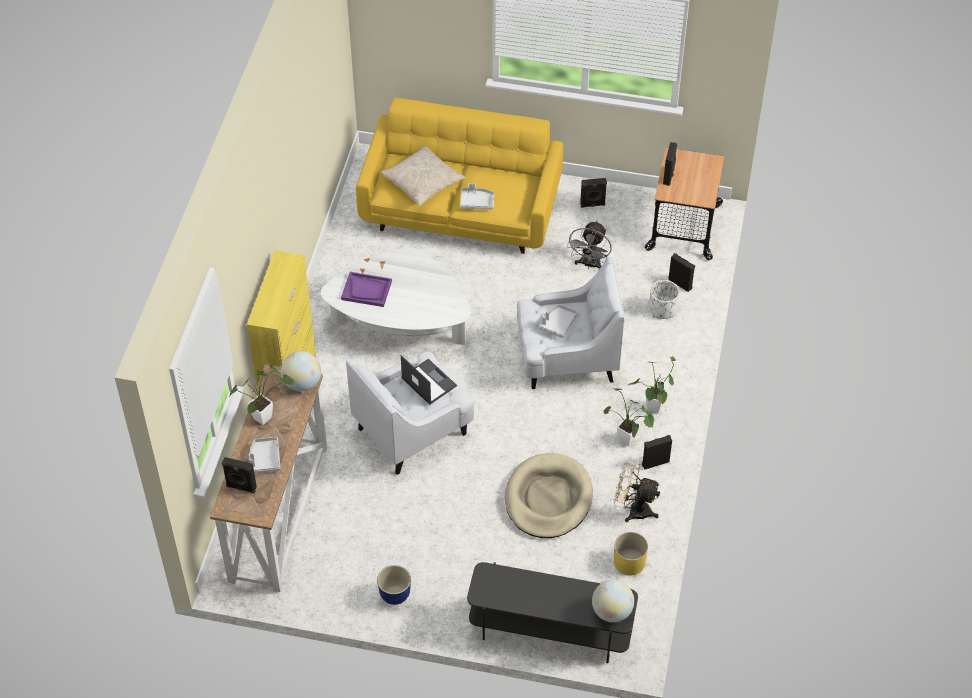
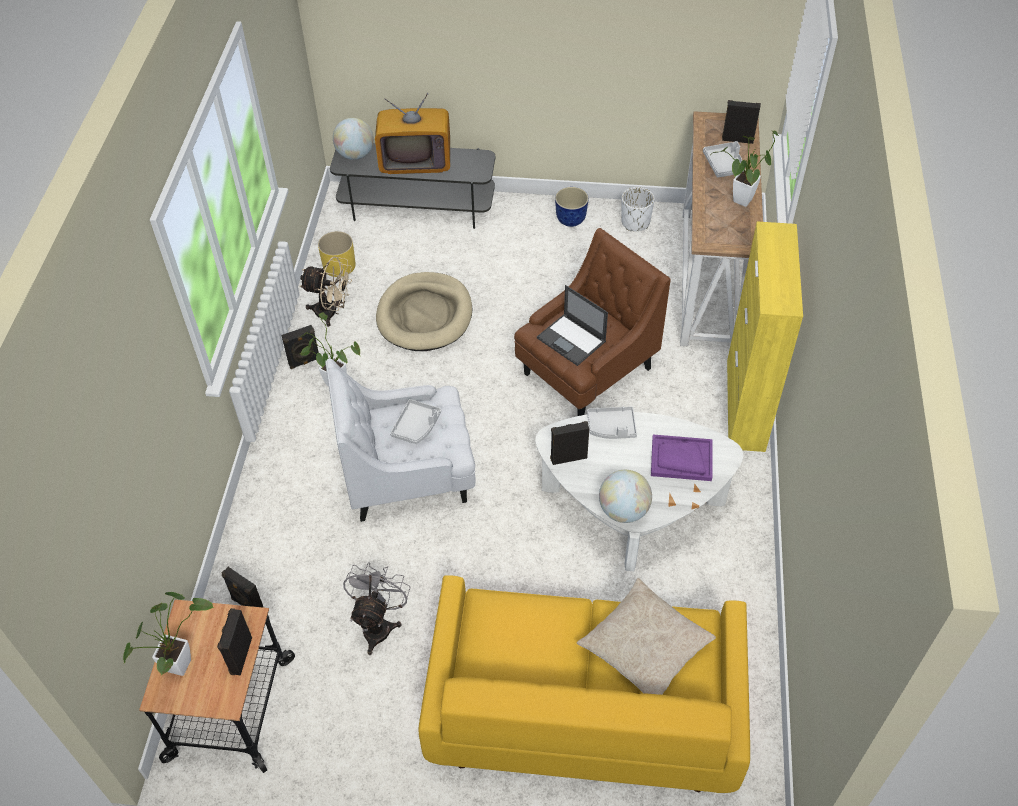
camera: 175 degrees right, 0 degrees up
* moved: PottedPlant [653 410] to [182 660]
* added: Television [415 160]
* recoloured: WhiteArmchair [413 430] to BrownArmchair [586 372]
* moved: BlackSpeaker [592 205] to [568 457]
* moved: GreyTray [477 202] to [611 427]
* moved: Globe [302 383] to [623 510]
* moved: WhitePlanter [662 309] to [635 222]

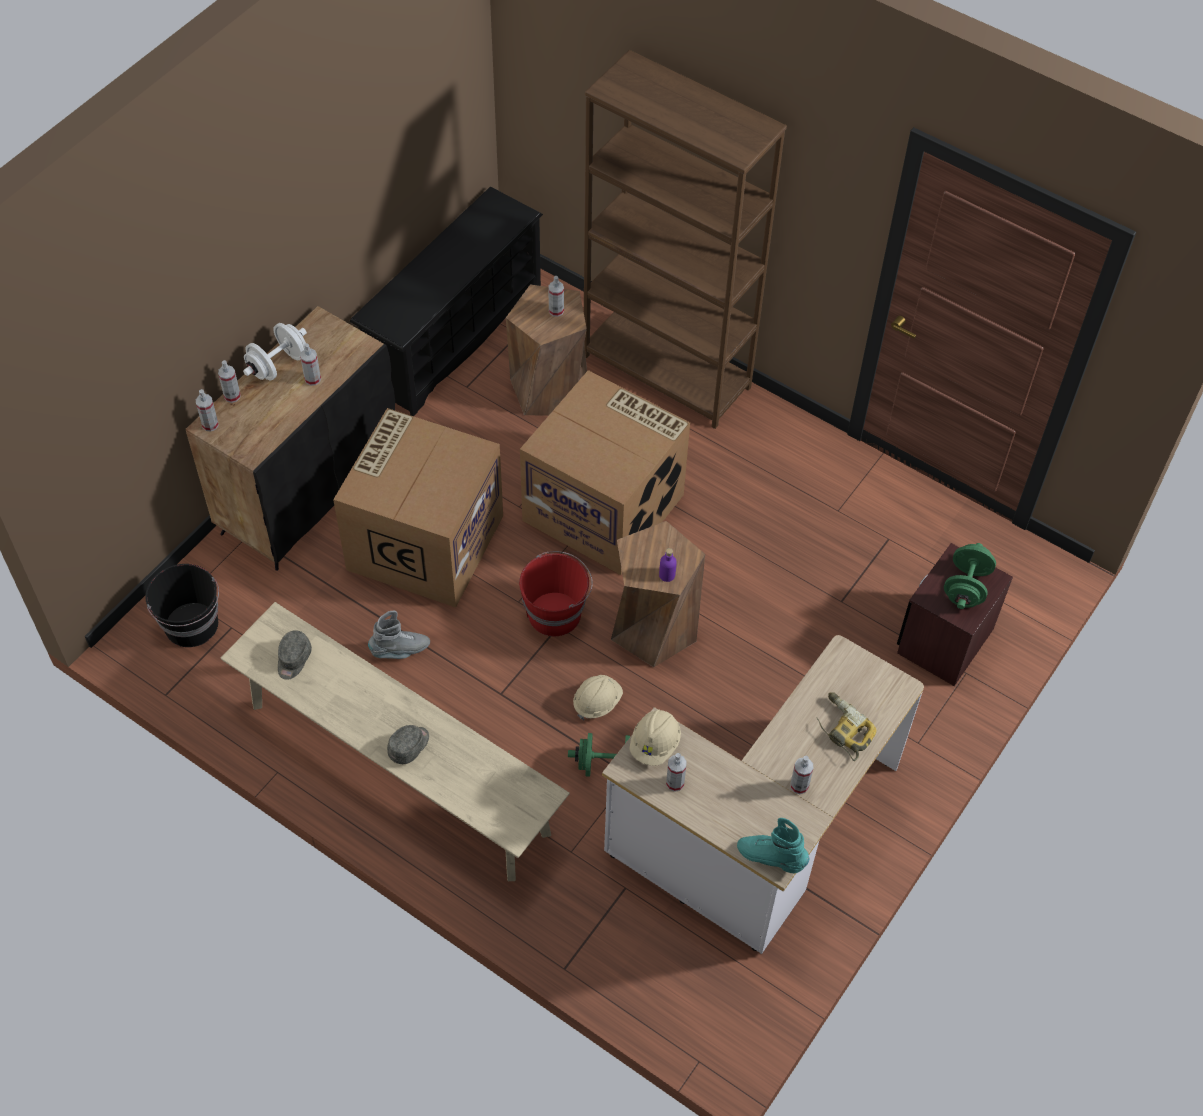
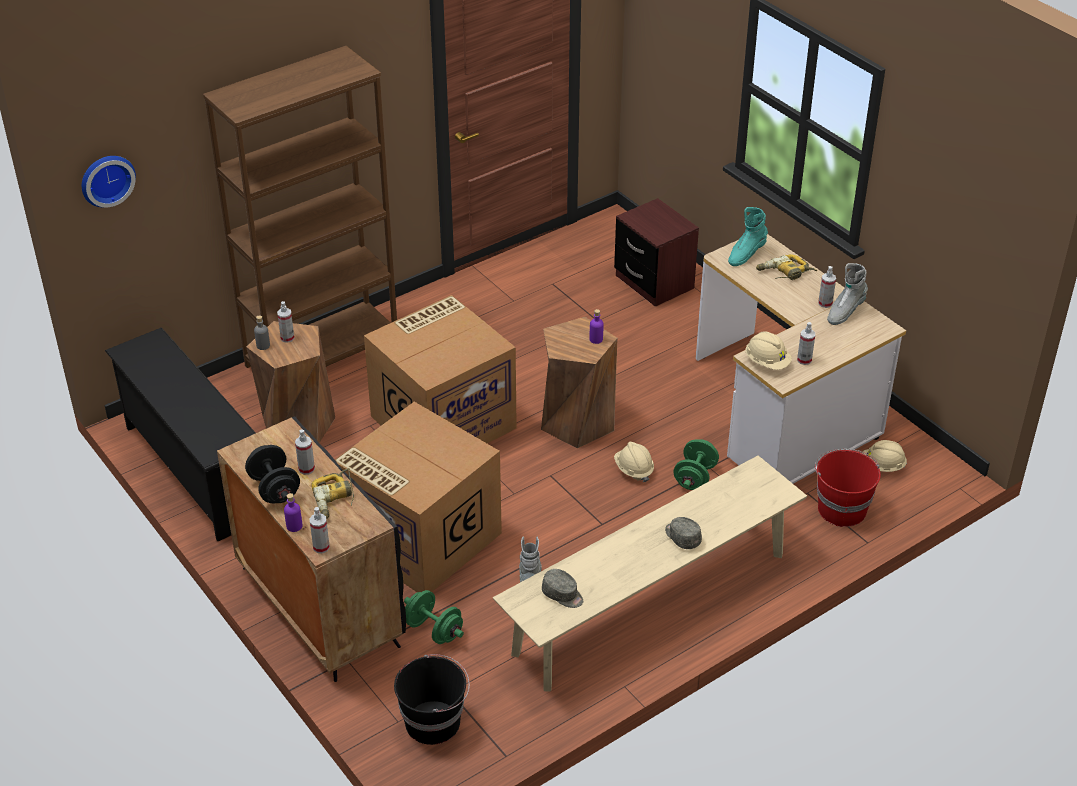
camera: 70 degrees left, 15 degrees down
* added: WallClock [106 179]
* recoloured: WhiteDumbbell [278 365] to BlackDumbbell [274 489]
* added: GreyBottle [263 345]
* replaced: SprayBottle [232 396] to PurpleBottle [294 526]
* added: PowerDrill [335 499]
* moved: GreenDumbbell [966 587] to [434 630]
* moved: TurquoiseBoot [771 857] to [746 254]
* moved: RedBucket [555 613] to [841 508]
* added: GreyBoot [845 312]
* added: BeigeHardHat [882 467]

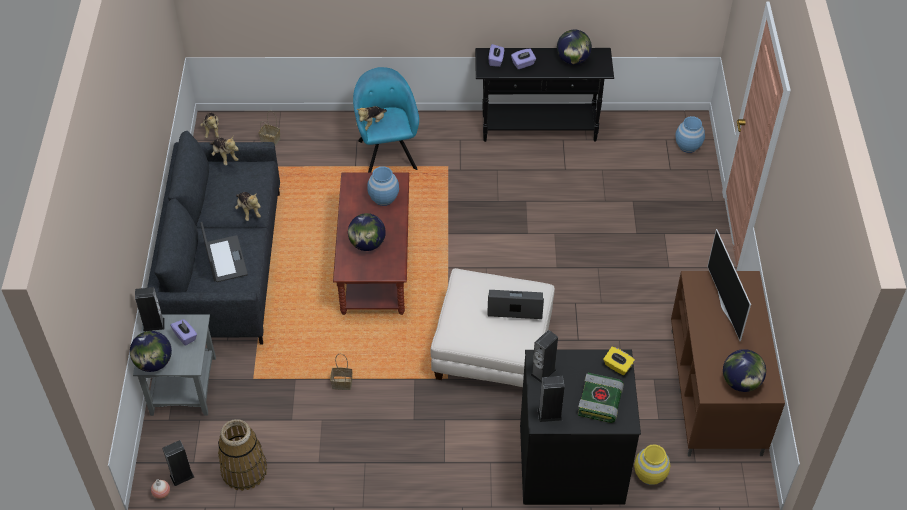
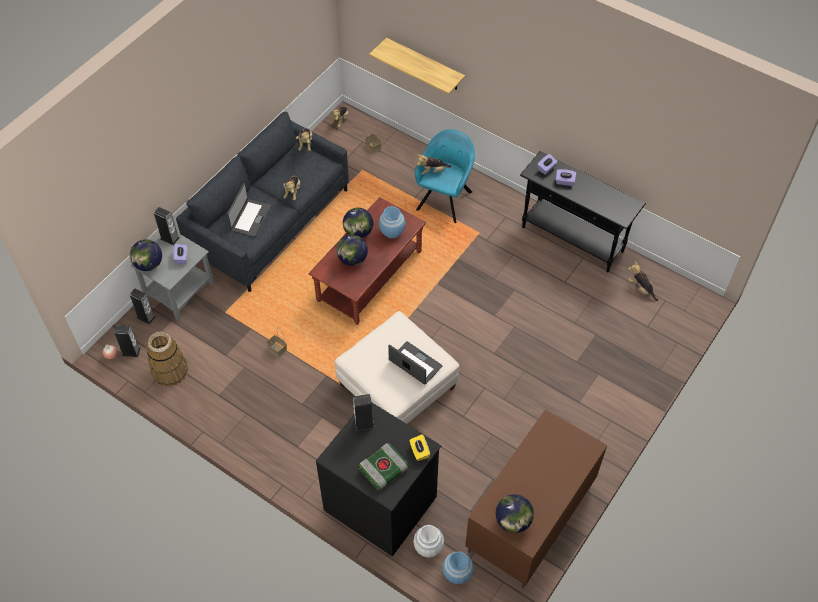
camera: 35 degrees right, 5 degrees up
* moved: Speaker [549 414] to [146 317]
* moved: Globe [572 60] to [358 232]
* added: Shelf [425 64]
* recoloured: YellowVase [650 475] to WhiteVase [428 547]
* moved: BlueVase [687 146] to [457 573]
* added: PlushToy [641 288]
* removed: Television [726 307]

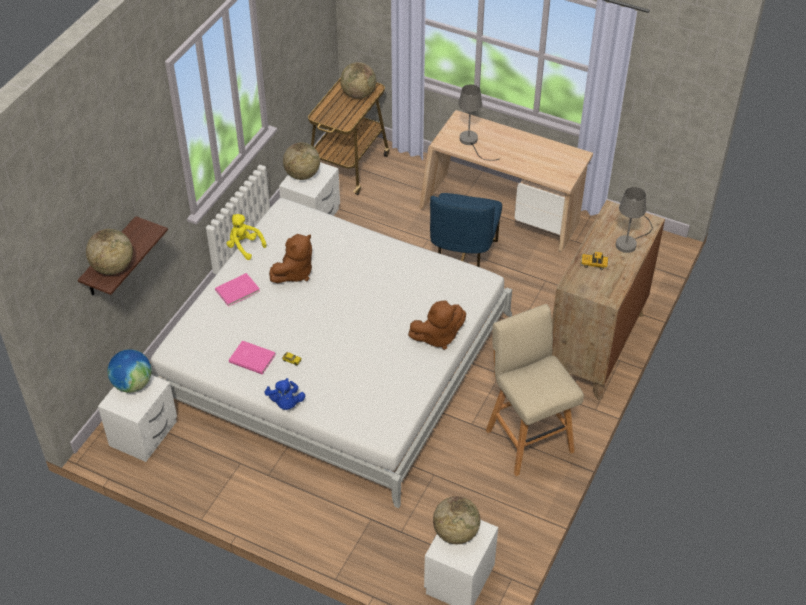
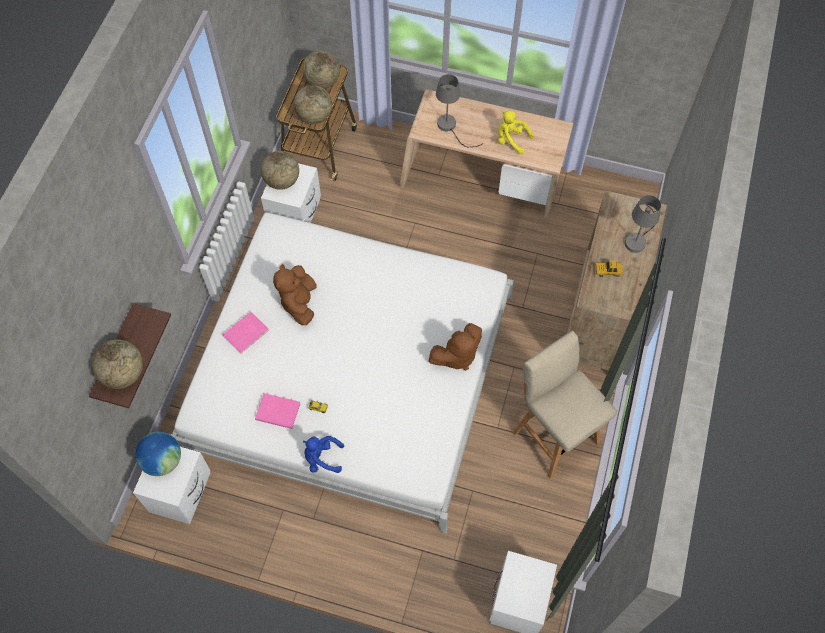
camera: 10 degrees left, 15 degrees up
* turned: BrownPlushToy [294 273] = [299 303] 150 degrees clockwise
* moved: Globe [455 533] to [314 116]
* turned: BluePlushToy [285 403] = [322 458] 120 degrees clockwise
* moved: YellowPlushToy [244 246] to [511 140]
* removed: BlueChair [463 256]

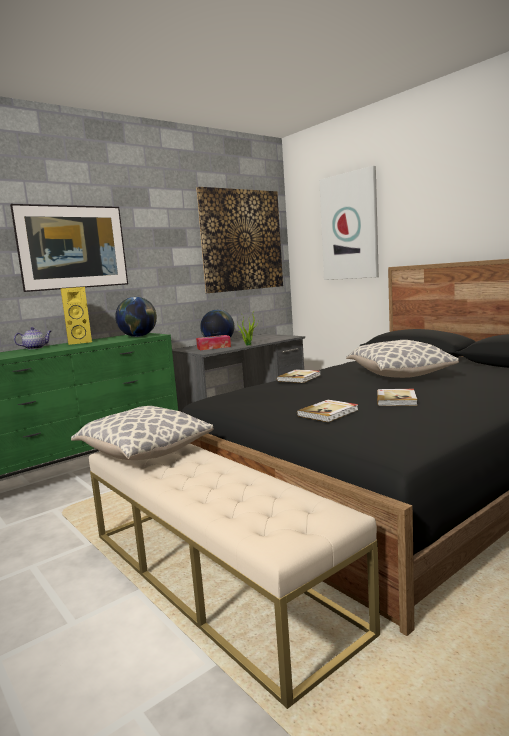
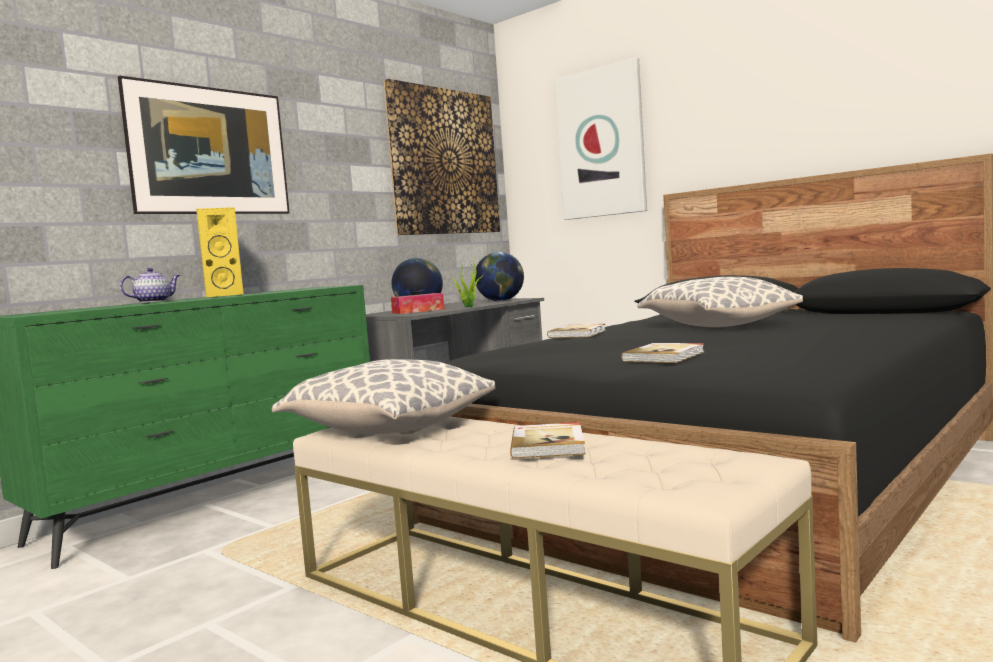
camera: 10 degrees left, 5 degrees down
* moved: Globe [138 336] to [501 301]
* moved: Book [397 399] to [549 444]

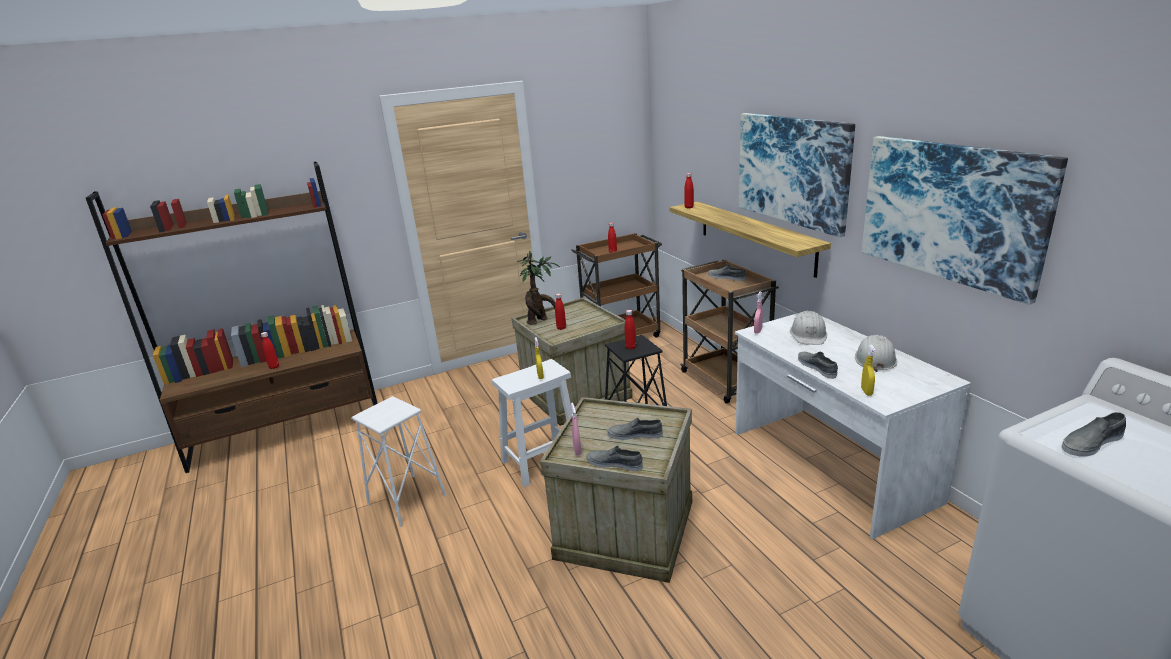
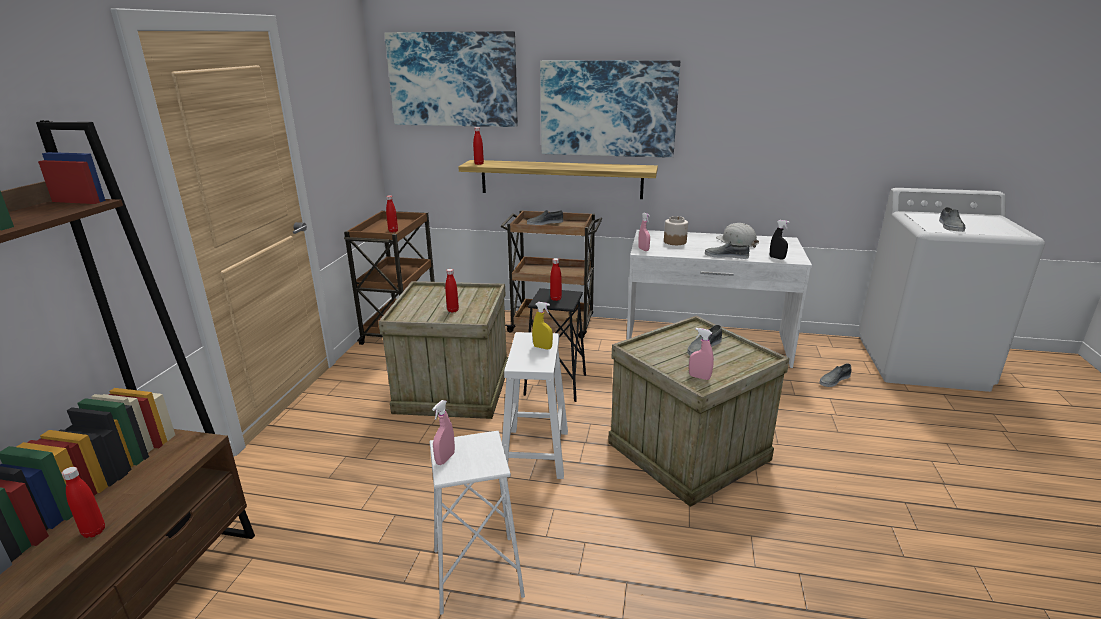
camera: 55 degrees left, 0 degrees up
* moved: Picture [951 212] to [453 79]
* added: PinkSprayBottle [445 459]
* replaced: WhiteHardHat [808 334] to Jar [675 241]
* recoloured: YellowSprayBottle [866 392] to BlackSprayBottle [777 258]
* moved: GreyShoe [614 463] to [834 380]
* removed: PottedPlant [540 320]

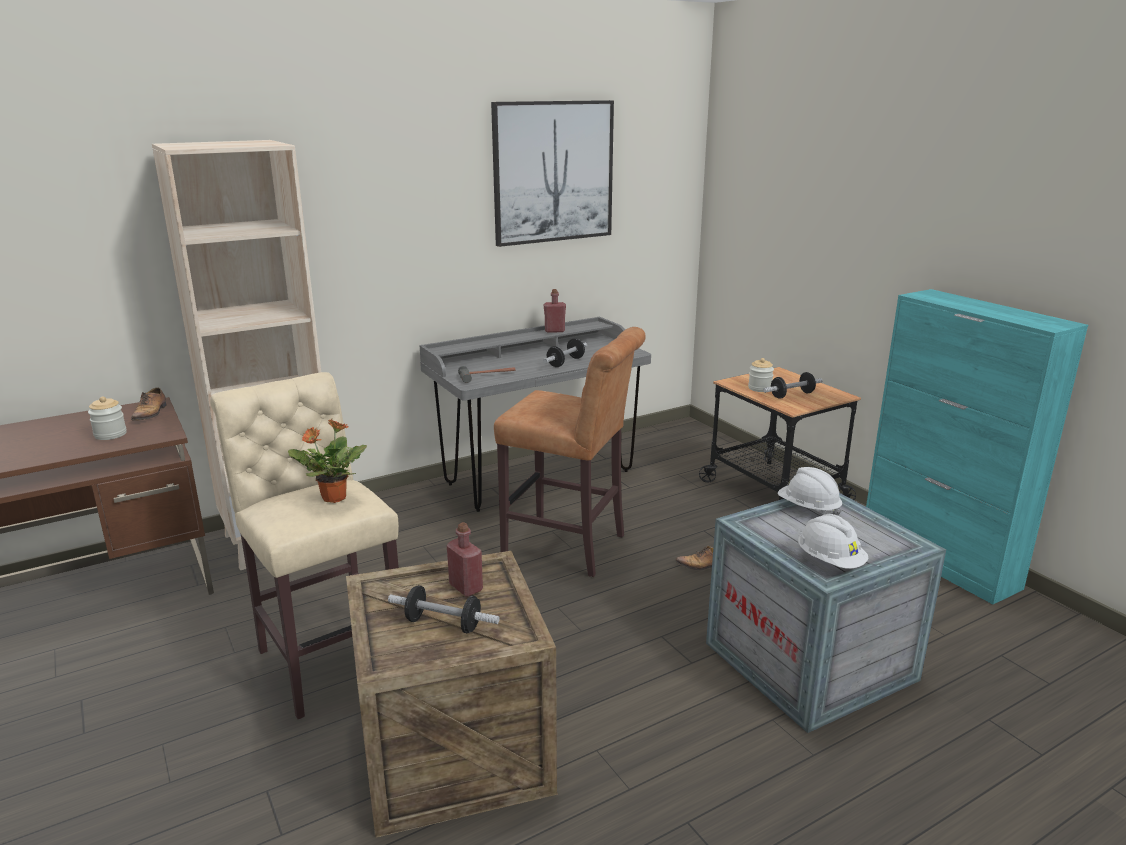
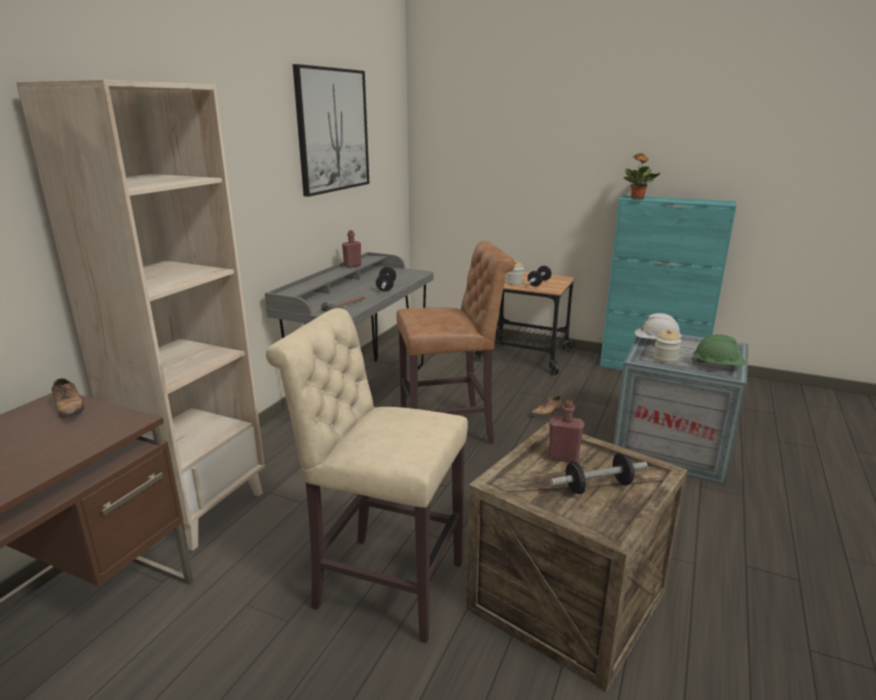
camera: 35 degrees left, 0 degrees up
* moved: PottedPlant [333 498] to [637 198]
* moved: Jar [110 434] to [665 359]
* recoloured: WhiteHardHat [830 561] to GreenHardHat [717 366]

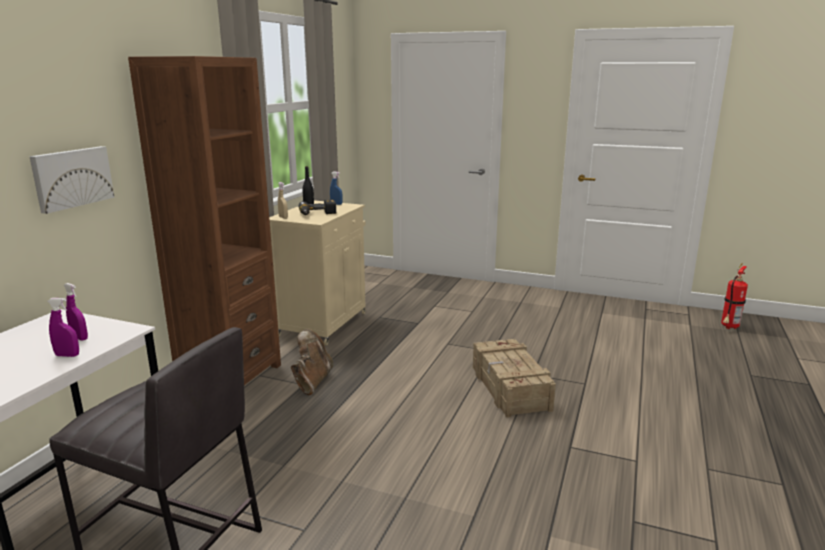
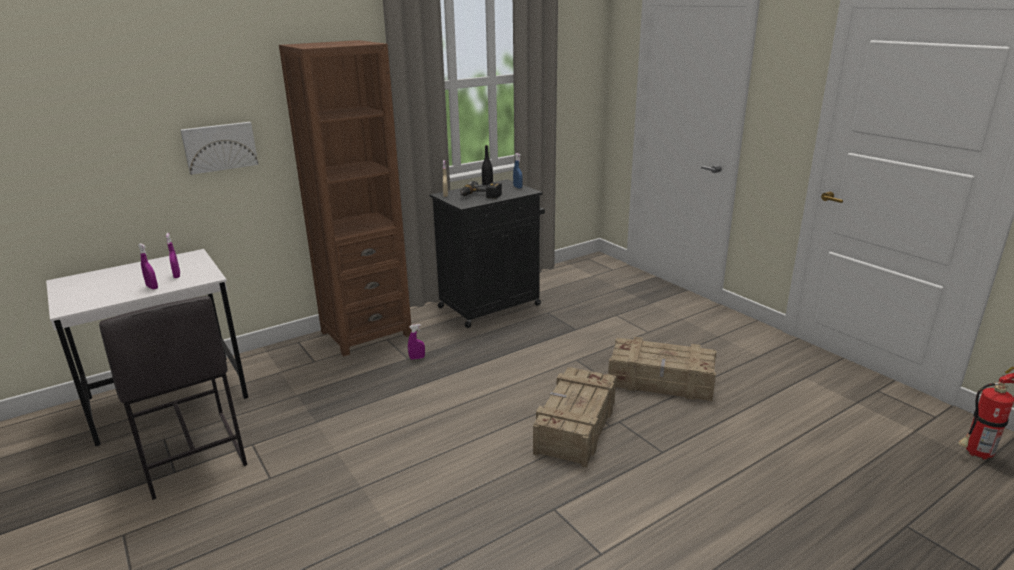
camera: 35 degrees right, 5 degrees up
* replaced: BrownBoot [312 381] to PurpleSprayBottle [417 358]
* recoloured: BeigeCabinet [324 323] to BlackCabinet [491 305]
* added: Crate [661 381]

